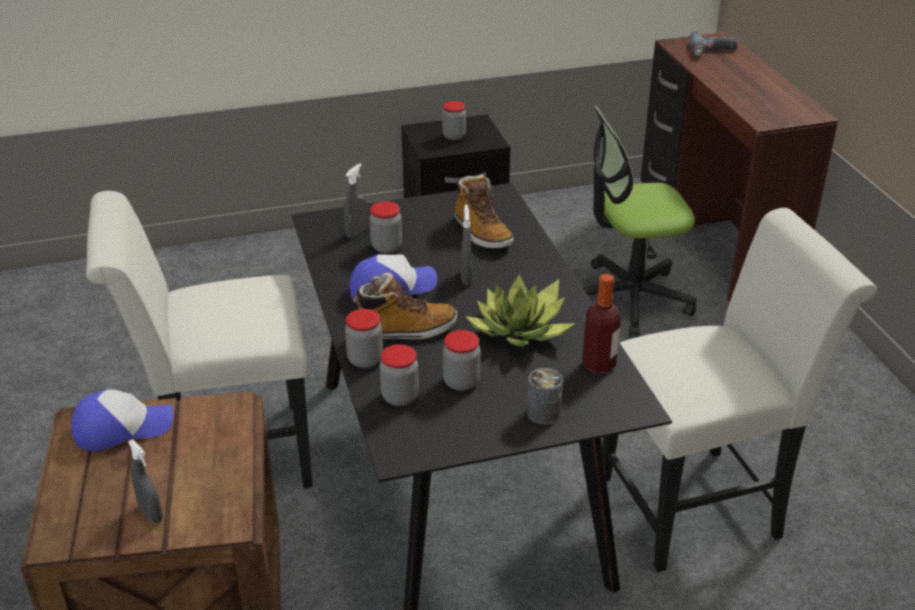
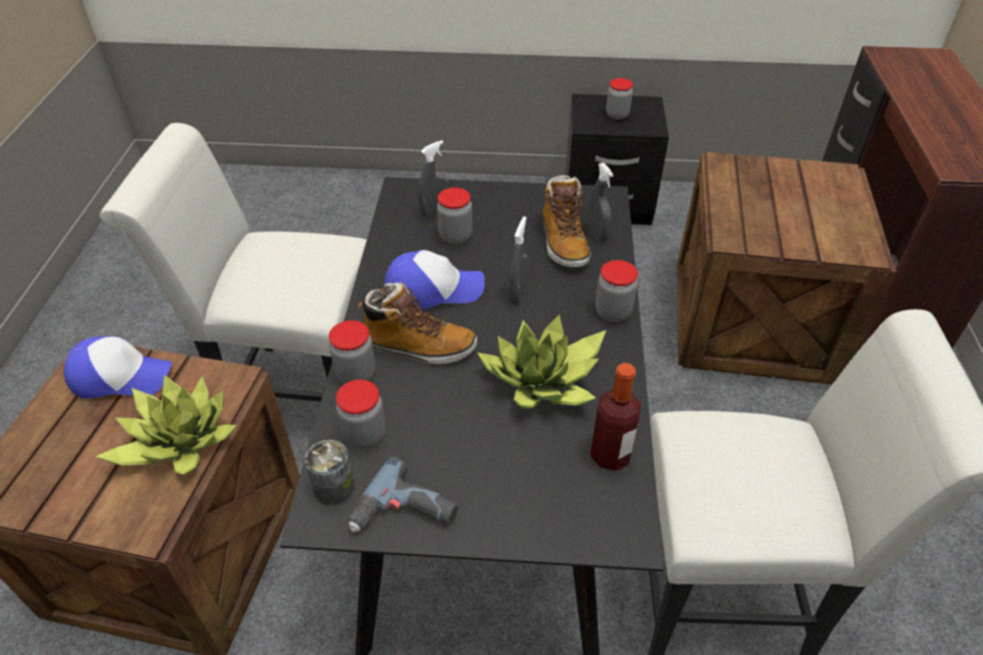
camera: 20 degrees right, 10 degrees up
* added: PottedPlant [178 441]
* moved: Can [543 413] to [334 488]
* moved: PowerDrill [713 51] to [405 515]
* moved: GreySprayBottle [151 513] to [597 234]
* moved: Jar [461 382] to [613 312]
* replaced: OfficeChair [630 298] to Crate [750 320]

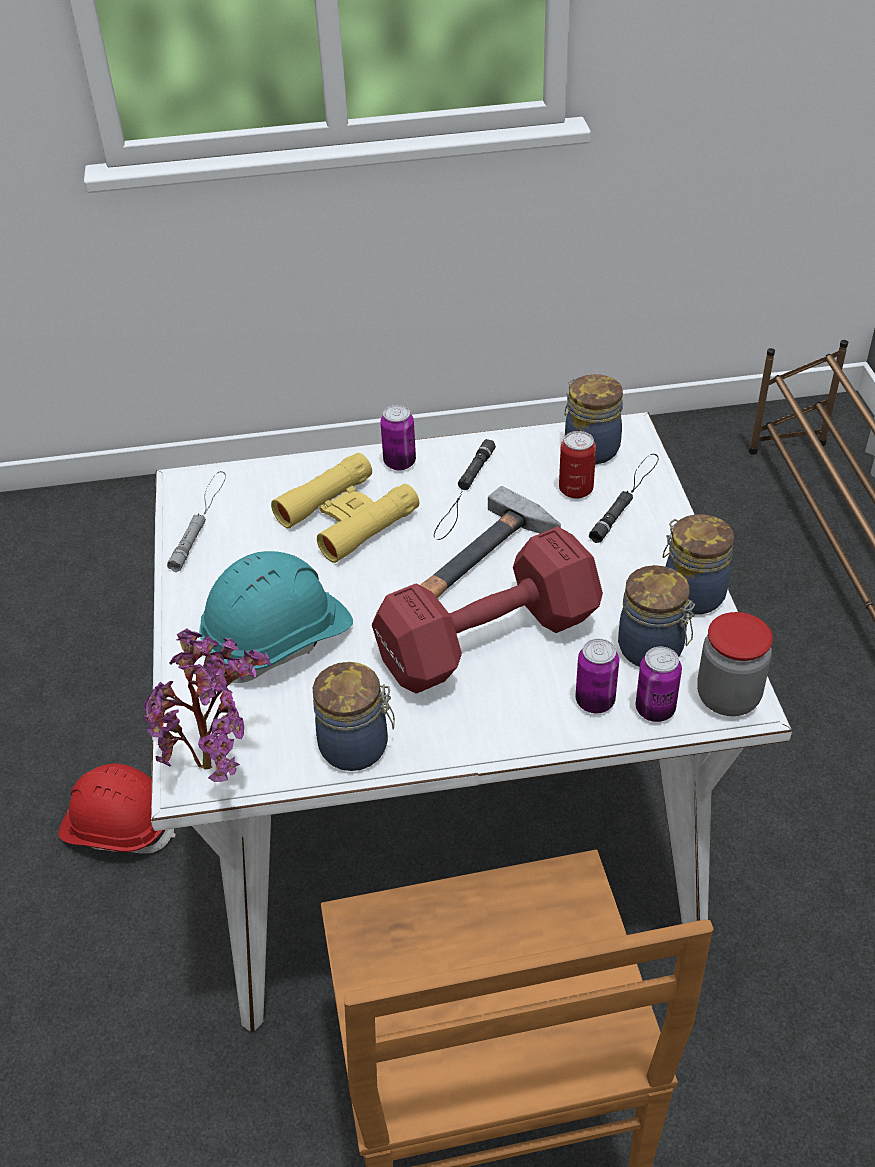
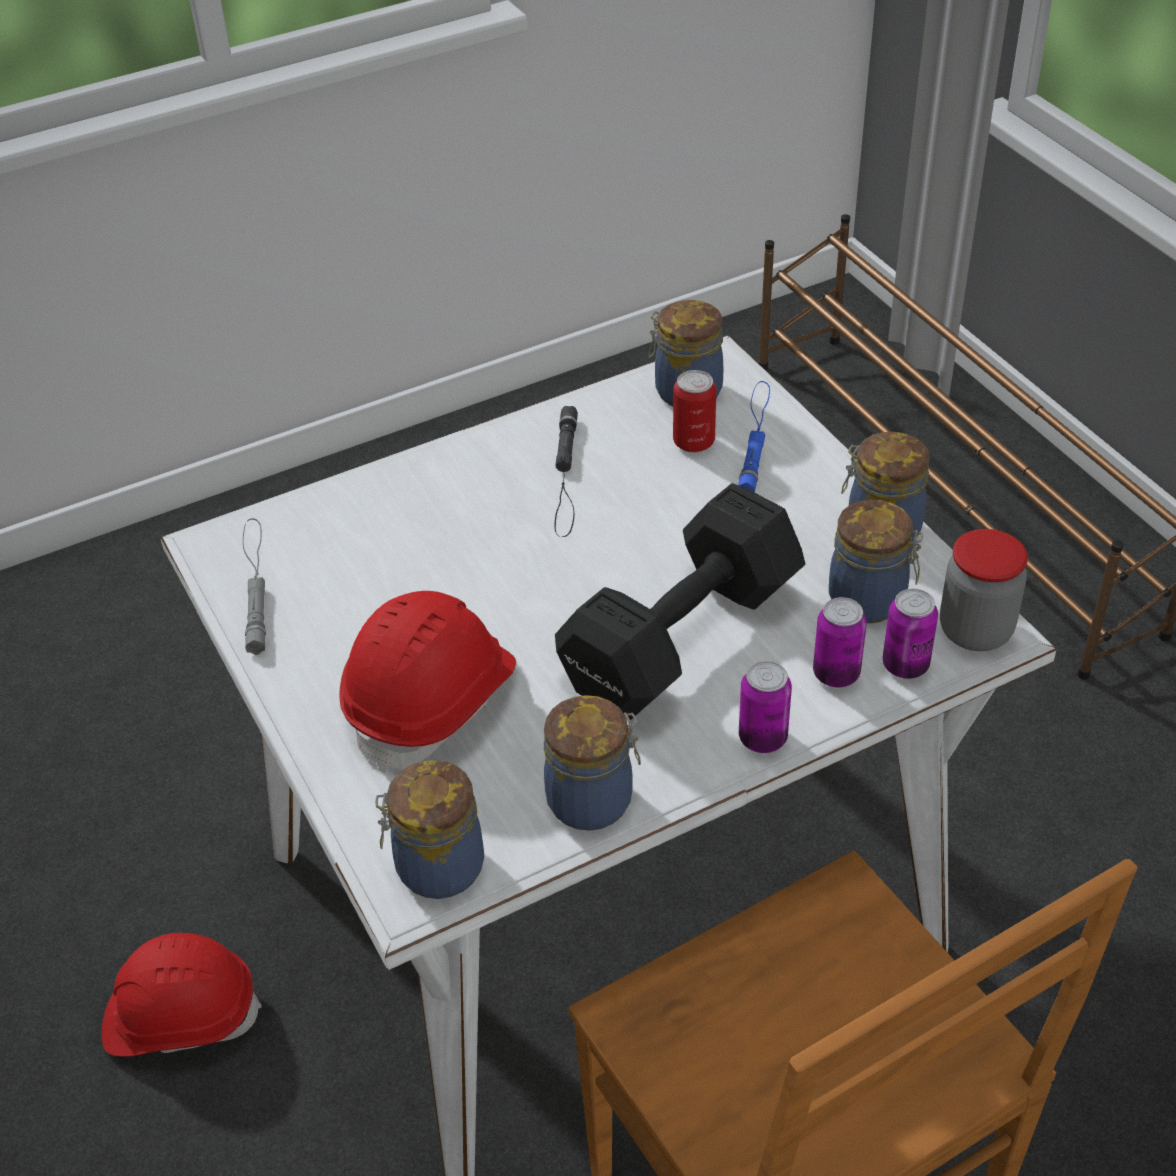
camera: 20 degrees left, 0 degrees up
* recoloured: TurquoiseHardHat [279 639] to RedHardHat [433 701]
* replaced: PottedPlant [218 764] to Jar [436 867]
* recoloured: RedDumbbell [493 639] to BlackDumbbell [687 635]
* recoloured: BlackFlashlight [626 497] to BlueFlashlight [754 438]
* moved: Can [399 462] to [762 738]
* removed: YellowBinoculars [347 517]
* removed: Hammer [482 558]

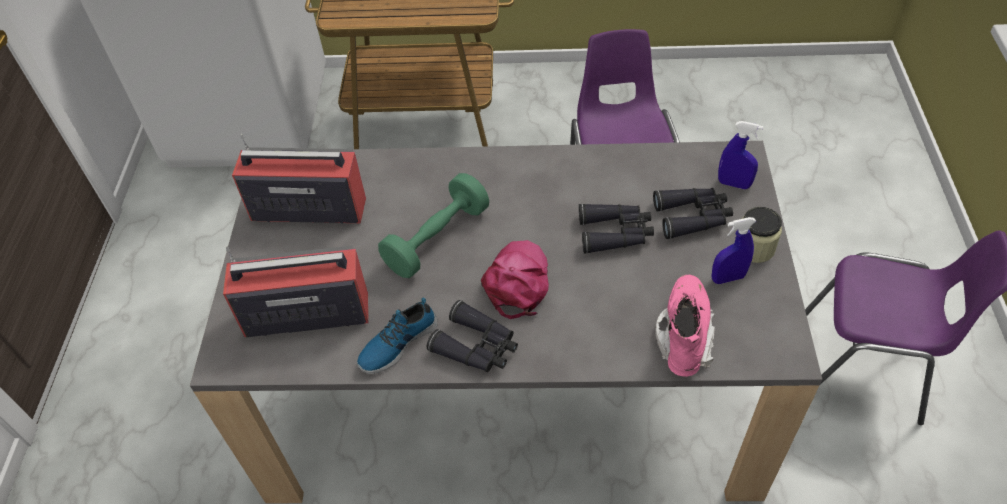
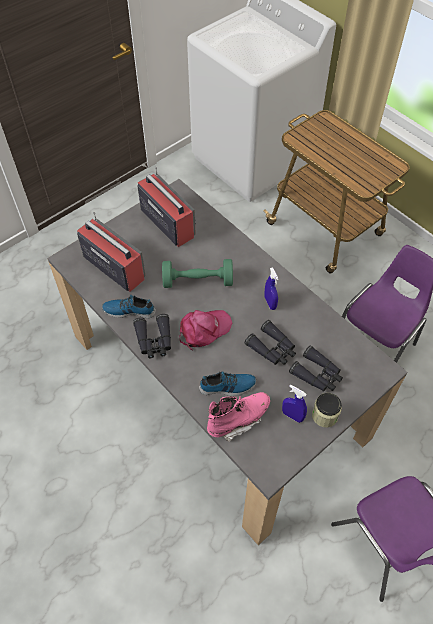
camera: 45 degrees right, 5 degrees up
* added: Shoe [227 386]
* moved: BlueSprayBottle [734 184] to [270 303]

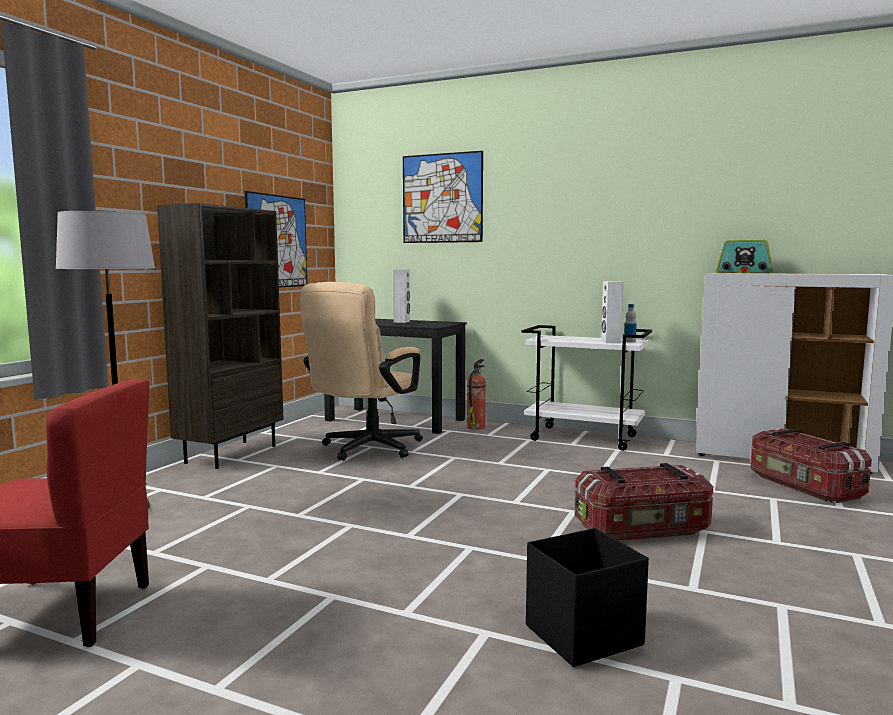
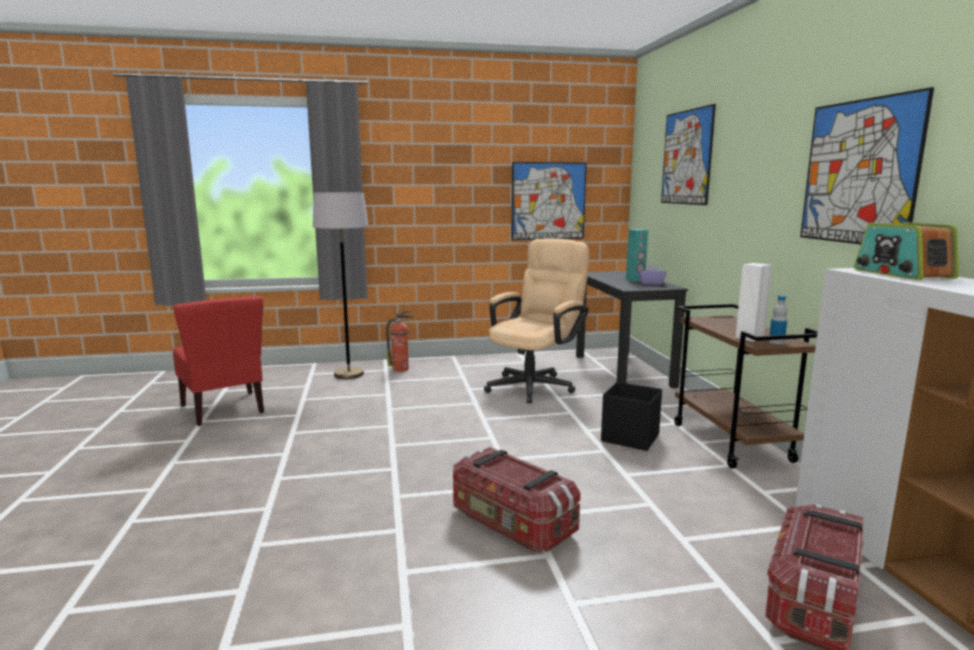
camera: 55 degrees right, 5 degrees up
* moved: FireExtinguisher [476 427] to [401 369]
* turned: BeigeOfficeChair [365 450] = [535 385] 135 degrees clockwise
* moved: BlackStorageBox [581 635] to [629 437]
* recoloured: WhiteSpeaker [402 322] to TurquoiseSpeaker [635 280]
* added: PurpleTissueBox [651 283]
* recoloured: WhiteCart [585 438] to BrownCart [732 443]
* added: Picture [859 172]
* removed: BrownBookcase [231 454]

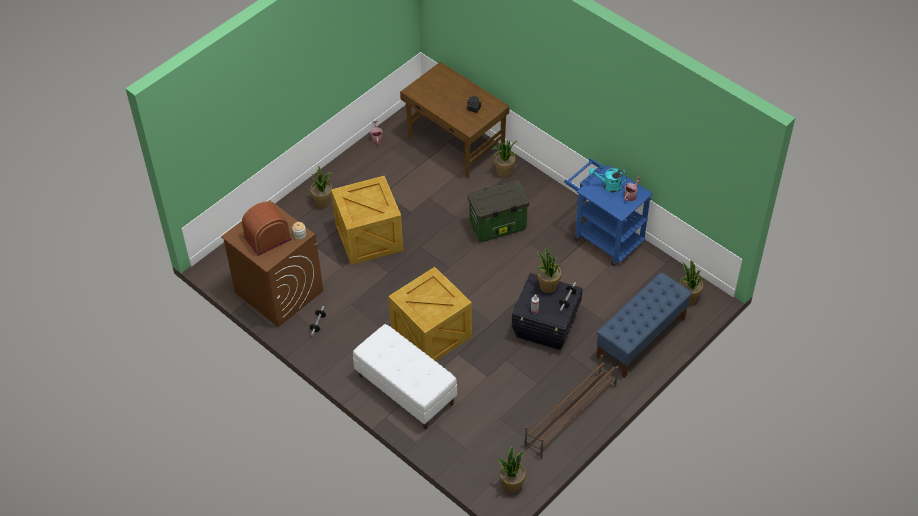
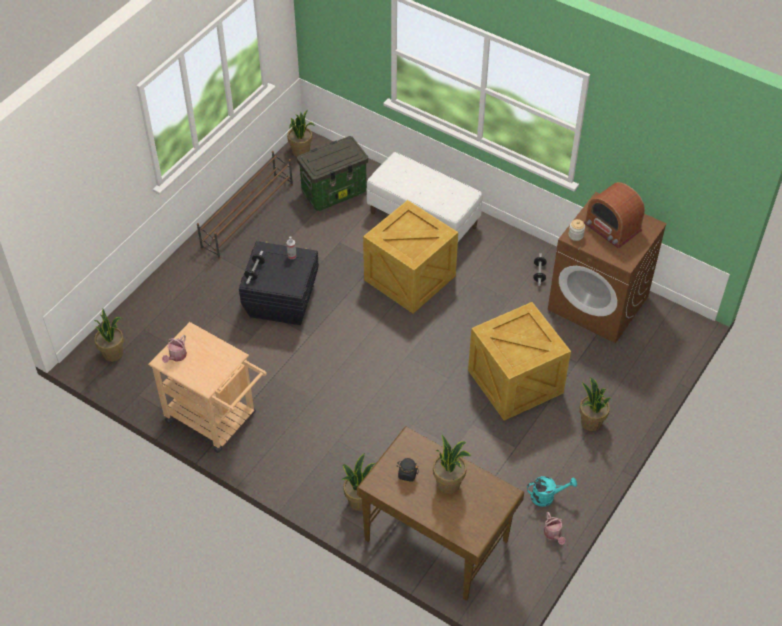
camera: 170 degrees right, 0 degrees up
* recoloured: BlueCart [603 236] to BeigeCart [217 420]
* moved: StorageBox [497 227] to [334 191]
* moved: PottedPlant [547 286] to [449 483]
* moved: TurquoiseWateringCan [608 186] to [547 496]
* turned: Radio [267 238] = [612 227] 90 degrees clockwise
* removed: BlueBench [641 338]

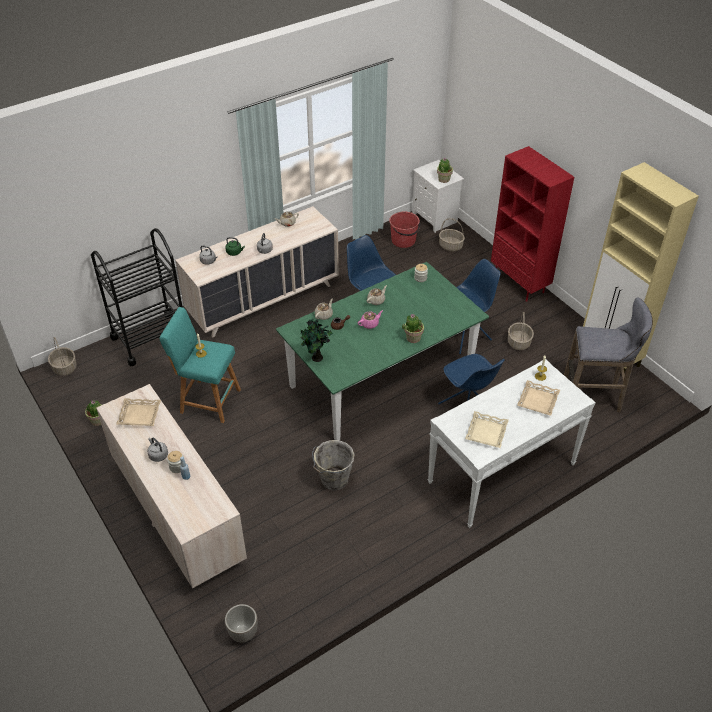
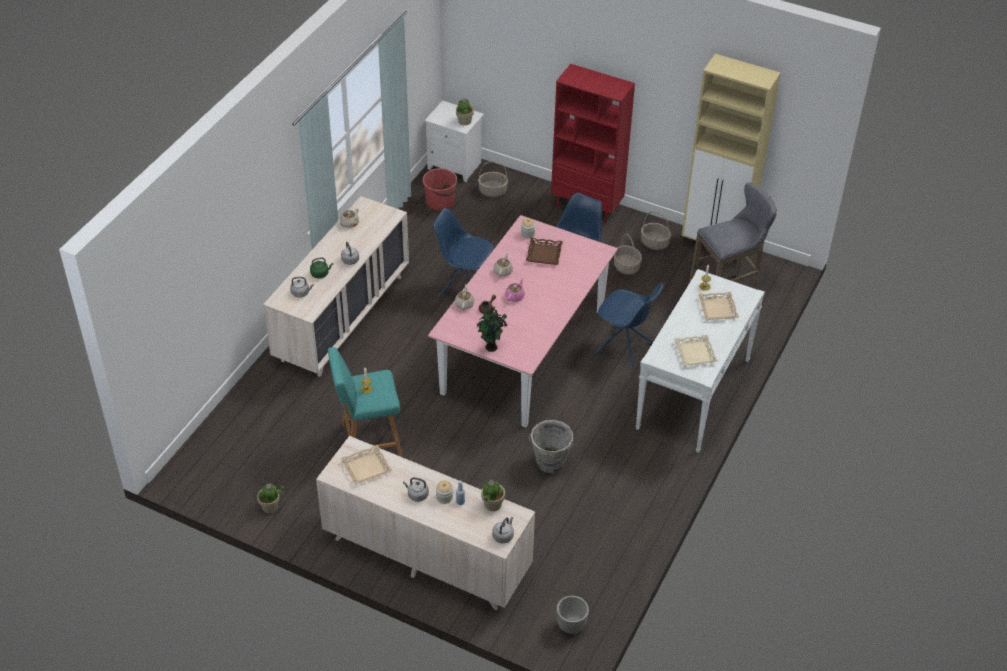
camera: 30 degrees left, 0 degrees up
* recoloured: GreenDiningTable [381 379] to PinkDiningTable [524 352]
* moved: PottedPlant [413 338] to [492 504]
* added: GreyKettle [503 536]
* added: BrownTray [543 254]
* moved: Basket [64 367] to [654 243]
* removed: BlackCart [150 339]

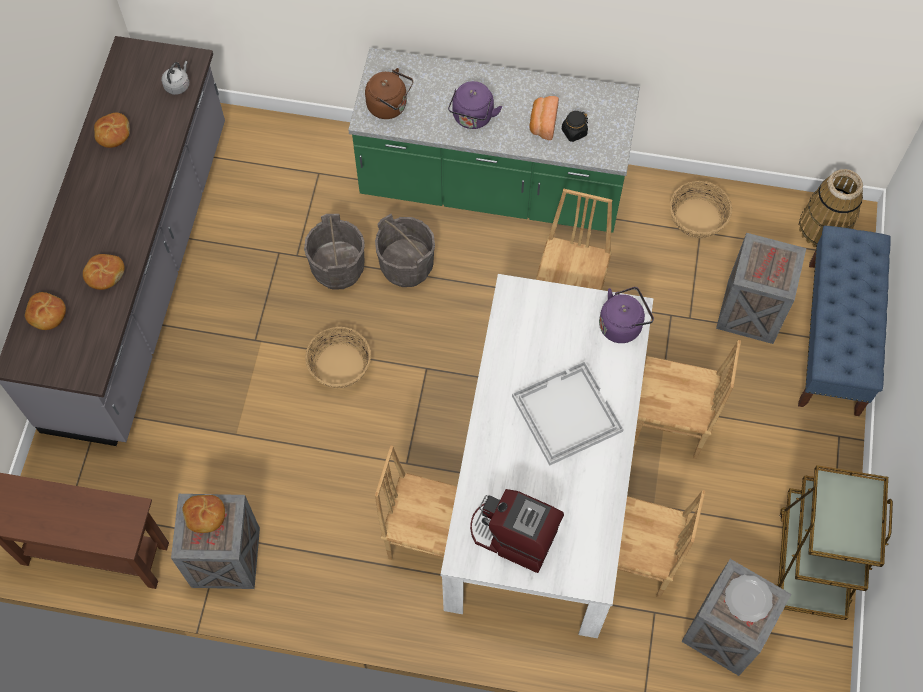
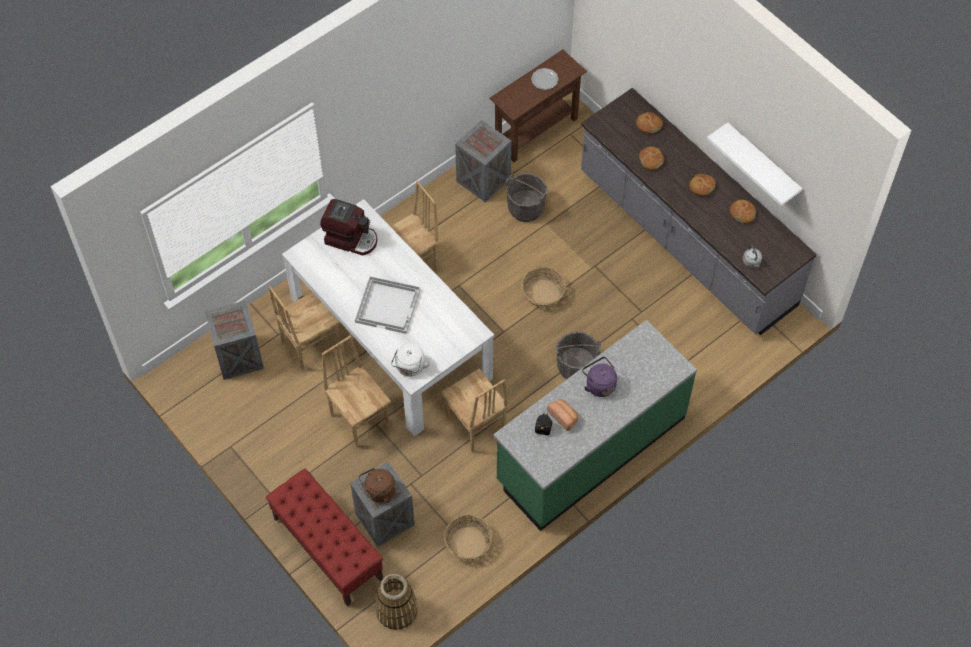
camera: 130 degrees right, 5 degrees down
* recoloured: BlueBench [833 338] to RedBench [327 548]
* turned: CoffeeMachine [513 537] = [351 238] 45 degrees clockwise
* turned: BrownChair [669 427] = [360 419] 90 degrees clockwise
* moved: BrownKettle [390 106] to [378 492]
* recoloured: PurpleKettle [622 325] to WhiteKettle [410 368]
* moved: GreyBucket [338 268] to [526 208]
* moved: Plate [748 598] to [545 80]
* moved: Bread [205 516] to [701 187]
* added: WhiteShelf [762 162]
* removed: BrownCart [813 558]

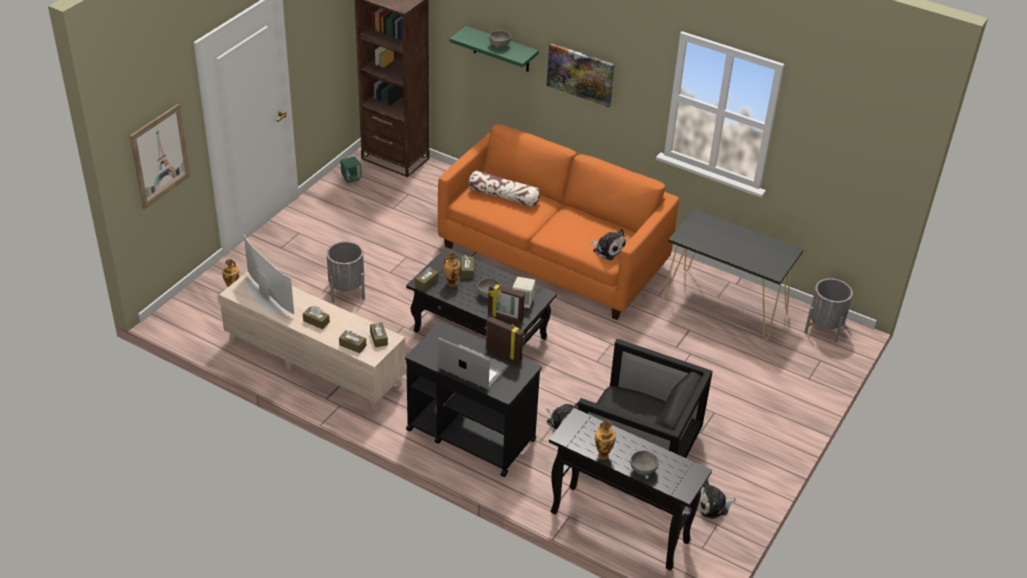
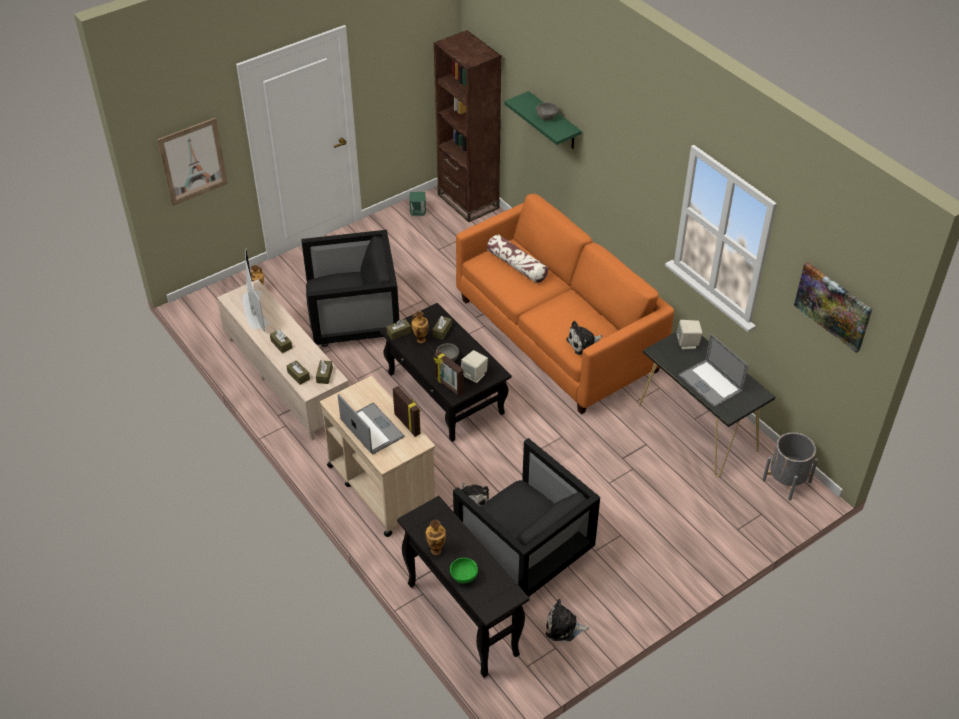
camera: 25 degrees right, 5 degrees up
* replaced: GreyPlanter [347 290] to BlackArmchair [353 318]
* recoloured: BlackCart [470 434] to BeigeCart [381 487]
* recoloured: GreyBowl [643 470] to GreenBowl [464 577]
* turned: PlushToy [608 249] = [584 344] 90 degrees clockwise
* added: BeigeSpeaker [687 343]
* added: Laptop [710 383]
* moved: Picture [580 74] to [833 306]

